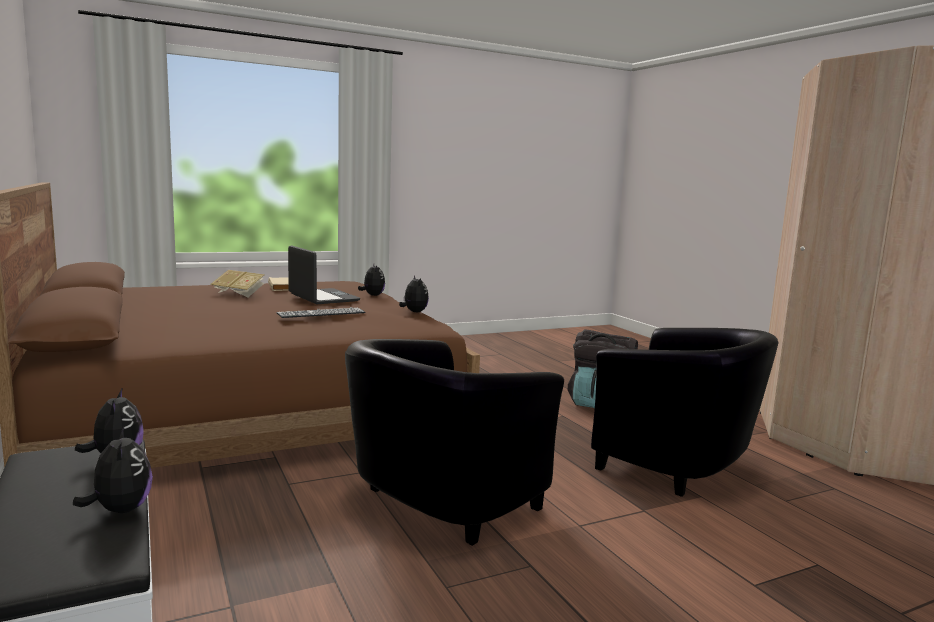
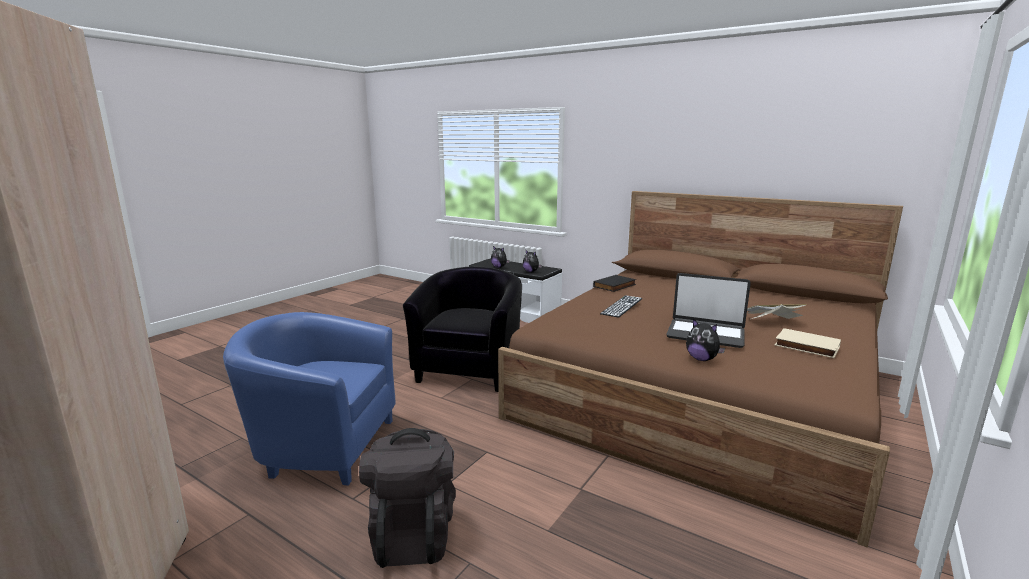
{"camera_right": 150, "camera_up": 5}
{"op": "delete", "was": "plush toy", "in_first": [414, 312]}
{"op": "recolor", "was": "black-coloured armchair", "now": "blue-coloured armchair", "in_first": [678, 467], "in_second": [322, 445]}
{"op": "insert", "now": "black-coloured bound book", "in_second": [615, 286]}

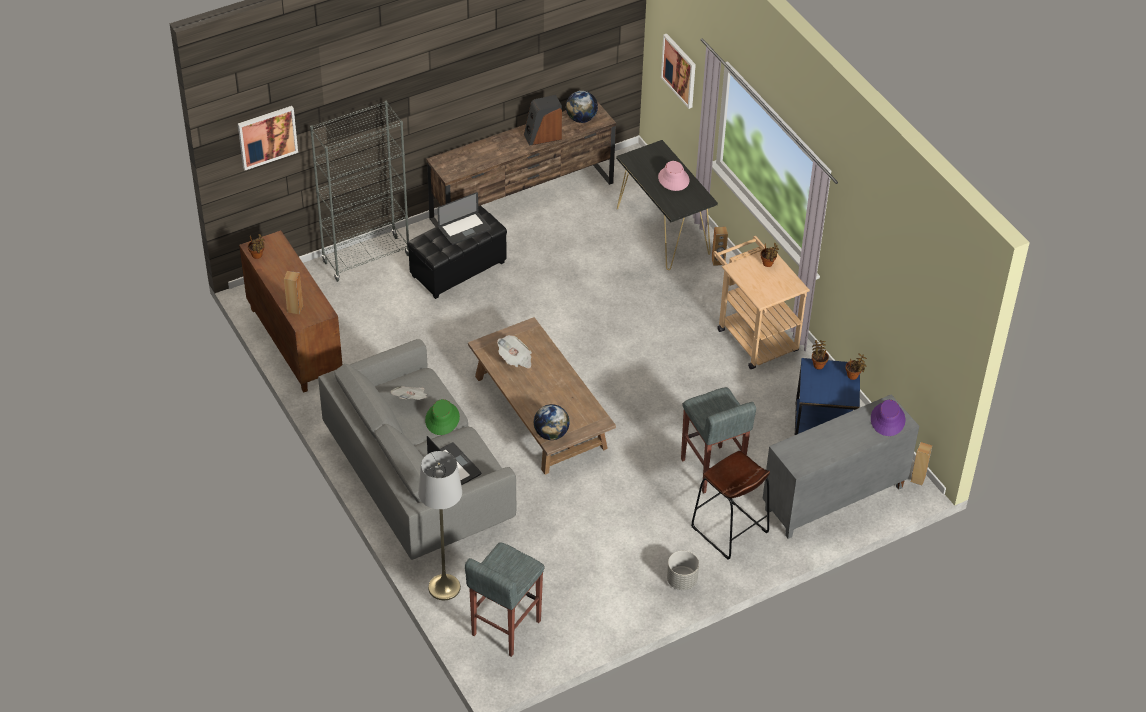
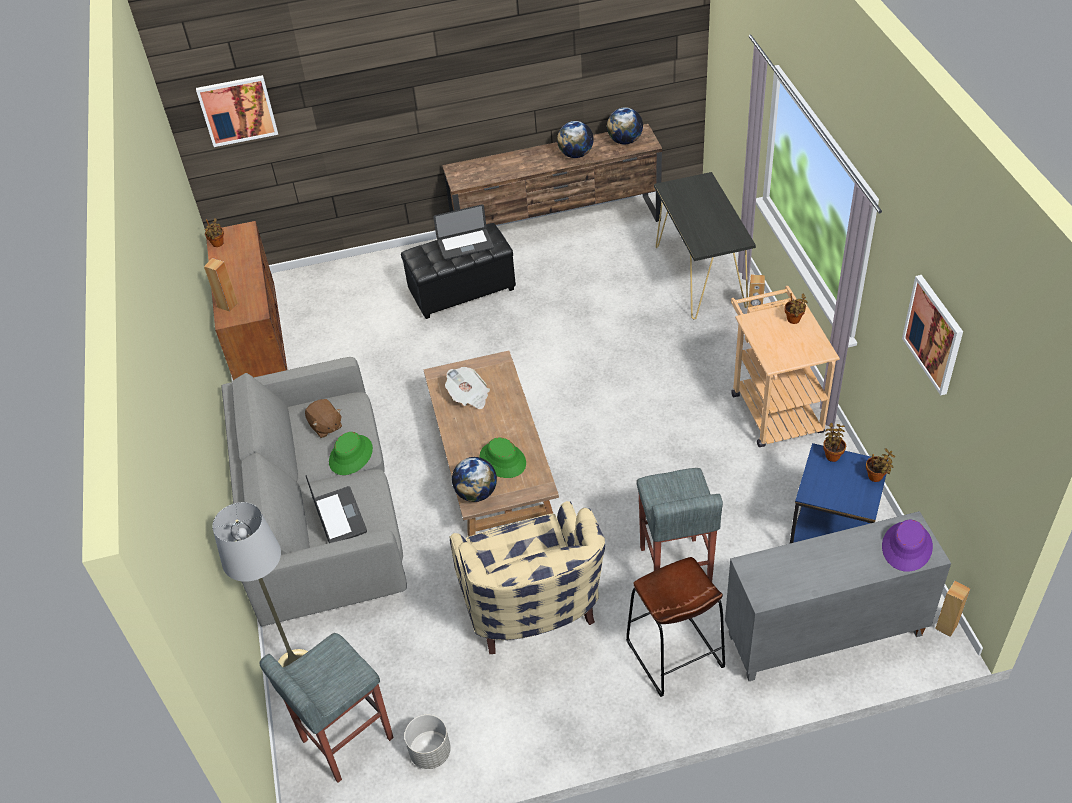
{"camera_right": 20, "camera_up": 0}
{"op": "delete", "was": "grey shelving unit", "in_first": [366, 259]}
{"op": "replace", "was": "newspaper", "now": "brownish plush toy", "in_first": [410, 399], "in_second": [325, 426]}
{"op": "replace", "was": "loudspeaker", "now": "desk globe", "in_first": [542, 136], "in_second": [576, 154]}
{"op": "delete", "was": "pink hat", "in_first": [673, 179]}
{"op": "move", "was": "wall art", "in_first": [679, 70], "in_second": [934, 334]}
{"op": "move", "was": "grey plant pot", "in_first": [681, 581], "in_second": [430, 753]}
{"op": "insert", "now": "sand-coloured armchair", "in_second": [533, 614]}
{"op": "insert", "now": "greenish hat", "in_second": [503, 460]}

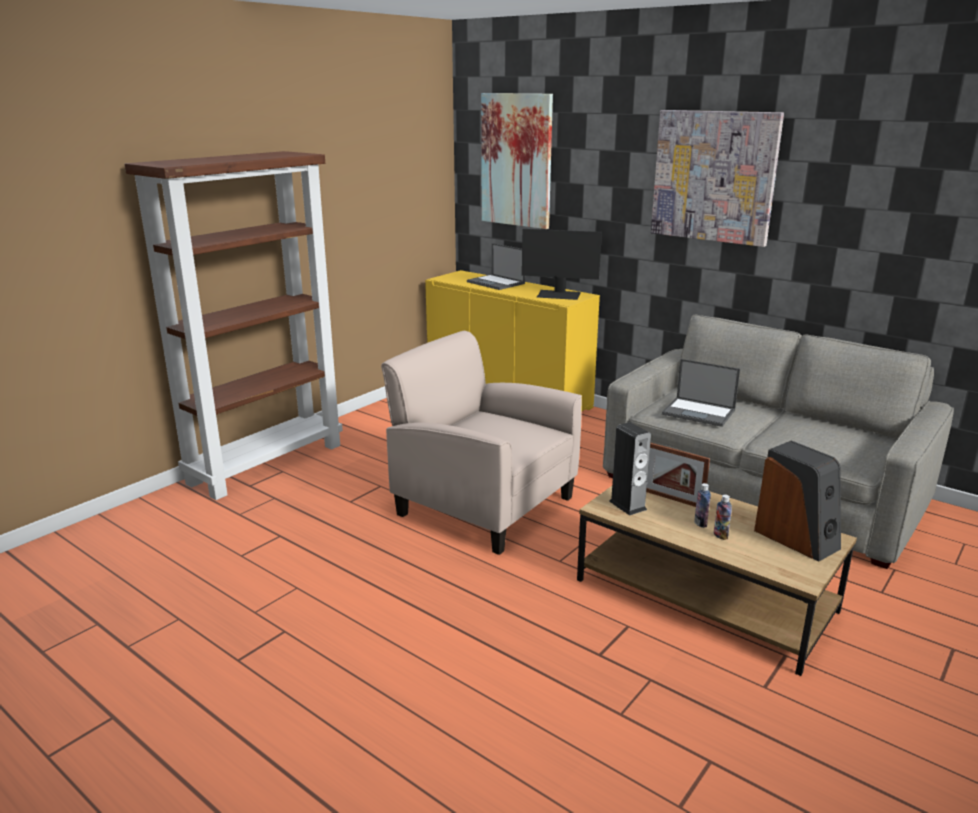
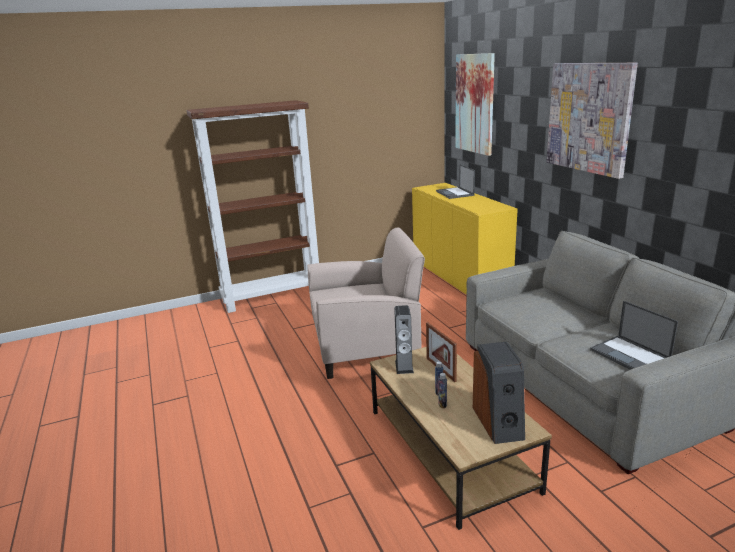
{"camera_right": 30, "camera_up": 0}
{"op": "rotate", "was": "sand-coloured armchair", "in_first": [483, 505], "in_second": [366, 348], "clockwise": 105}
{"op": "delete", "was": "monitor", "in_first": [559, 295]}
{"op": "move", "was": "portable computer", "in_first": [699, 412], "in_second": [630, 355]}

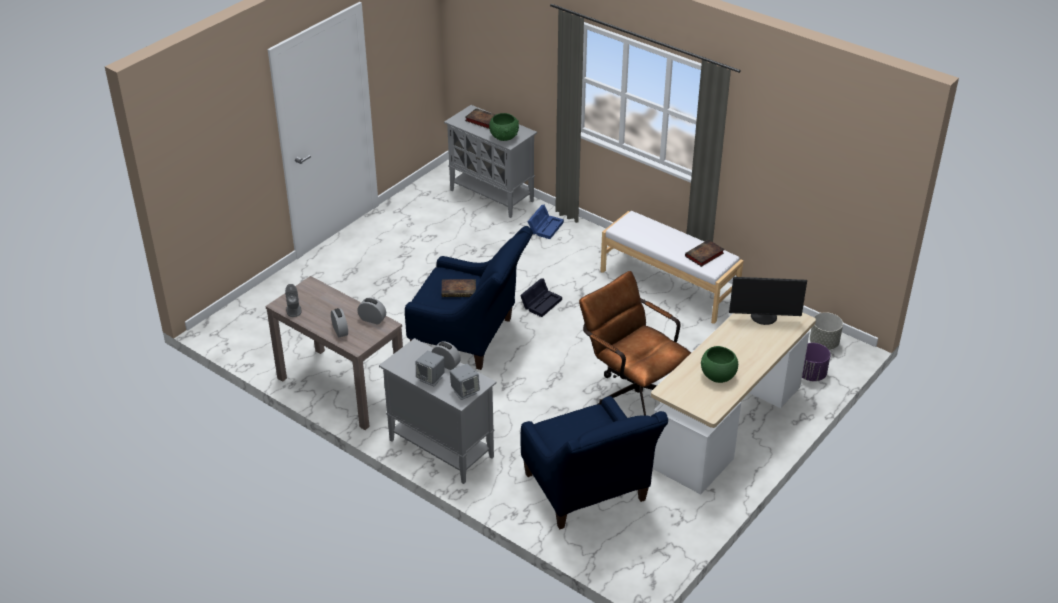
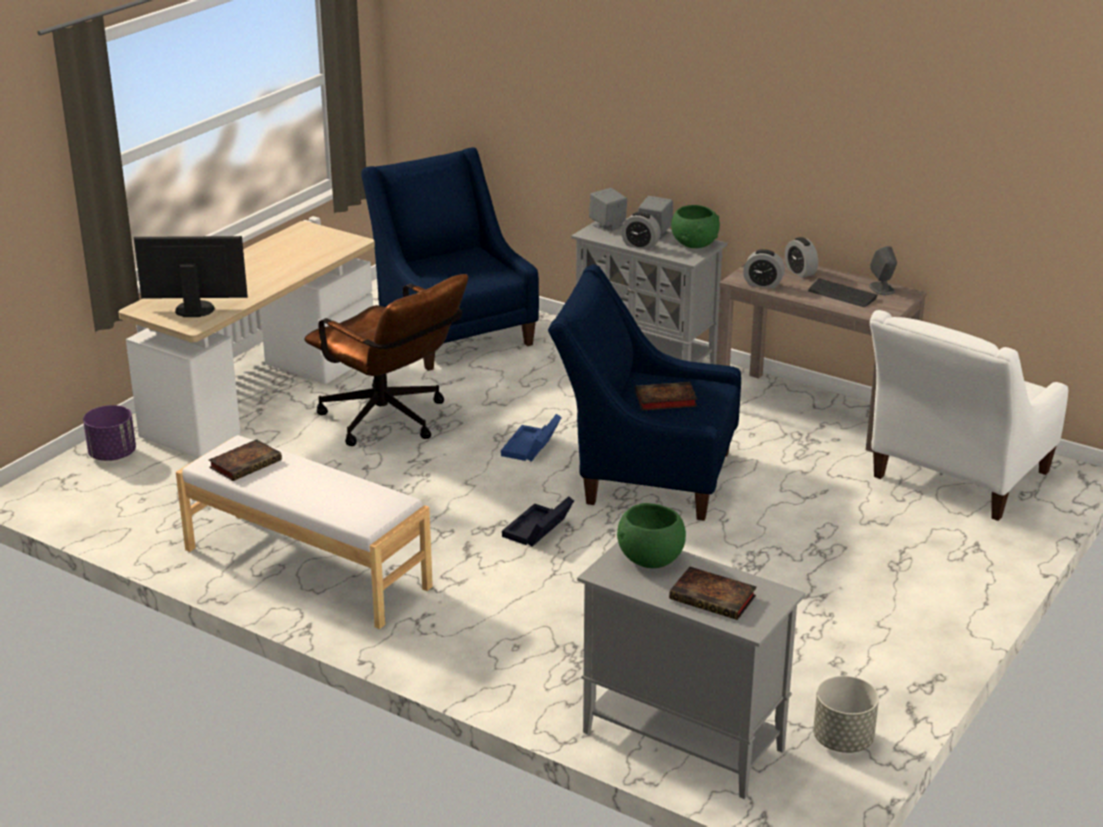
{"camera_right": 175, "camera_up": -10}
{"op": "move", "was": "blue-coloured storage bin", "in_first": [545, 227], "in_second": [531, 447]}
{"op": "move", "was": "greenish serving bowl", "in_first": [717, 375], "in_second": [695, 244]}
{"op": "move", "was": "grey plant pot", "in_first": [824, 343], "in_second": [842, 740]}
{"op": "insert", "now": "PC keyboard", "in_second": [842, 294]}
{"op": "insert", "now": "white-coloured armchair", "in_second": [954, 480]}

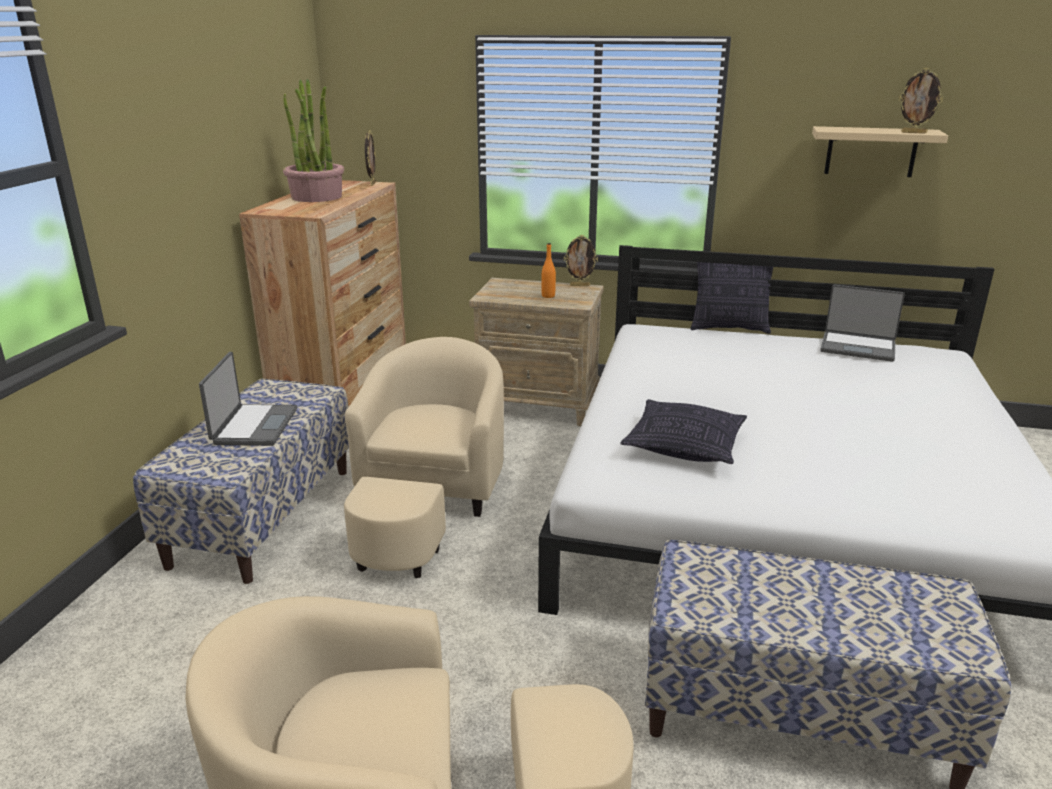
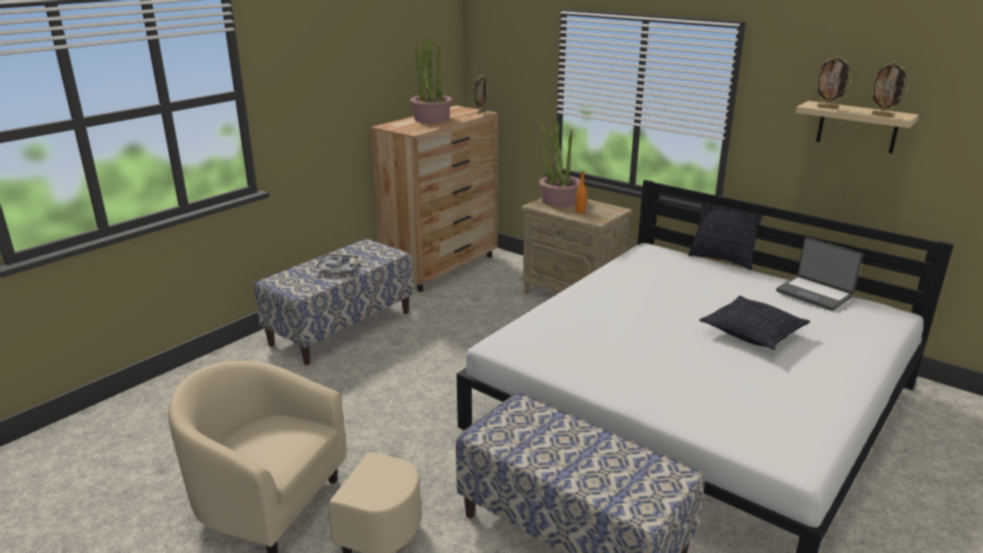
{"camera_right": 25, "camera_up": 0}
{"op": "replace", "was": "portable computer", "now": "tray", "in_first": [253, 426], "in_second": [337, 267]}
{"op": "delete", "was": "sand-coloured armchair", "in_first": [428, 502]}
{"op": "move", "was": "picture frame", "in_first": [580, 285], "in_second": [827, 108]}
{"op": "move", "was": "pillow", "in_first": [684, 447], "in_second": [753, 334]}
{"op": "insert", "now": "plant in a pot", "in_second": [559, 201]}

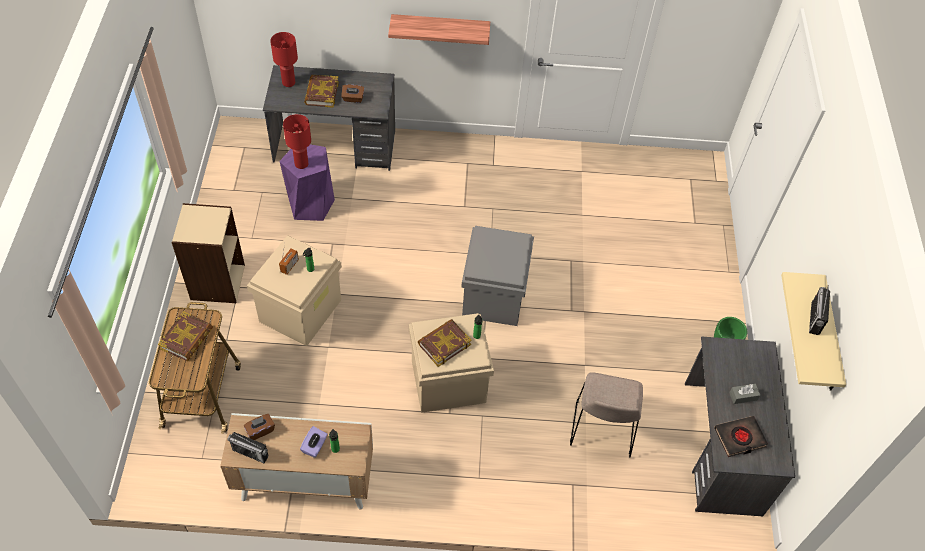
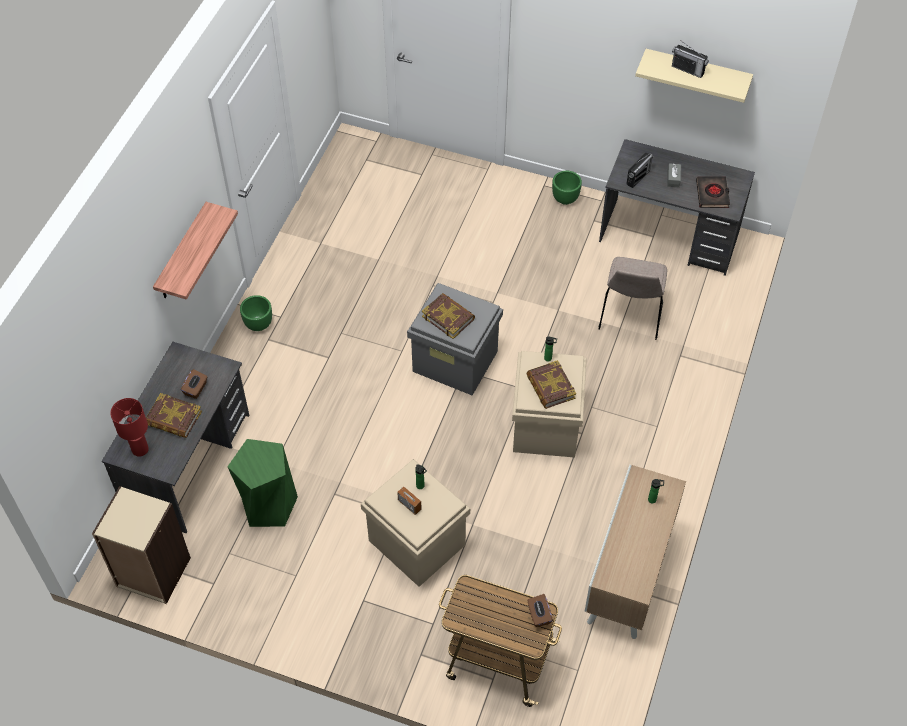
{"camera_right": -70, "camera_up": 0}
{"op": "move", "was": "bound book", "in_first": [187, 339], "in_second": [448, 317]}
{"op": "move", "was": "sand-coloured shelving unit", "in_first": [217, 282], "in_second": [153, 573]}
{"op": "move", "was": "radio set", "in_first": [250, 453], "in_second": [638, 177]}
{"op": "move", "was": "brownish tissue box", "in_first": [260, 430], "in_second": [539, 615]}
{"op": "recolor", "was": "purplish sitting stool", "now": "greenish sitting stool", "in_first": [310, 204], "in_second": [268, 505]}
{"op": "delete", "was": "reddish table lamp", "in_first": [301, 164]}
{"op": "delete", "was": "purplish tissue box", "in_first": [314, 446]}
{"op": "rotate", "was": "sand-coloured upright chair", "in_first": [602, 430], "in_second": [630, 317], "clockwise": 75}
{"op": "insert", "now": "greenish plant pot", "in_second": [258, 324]}

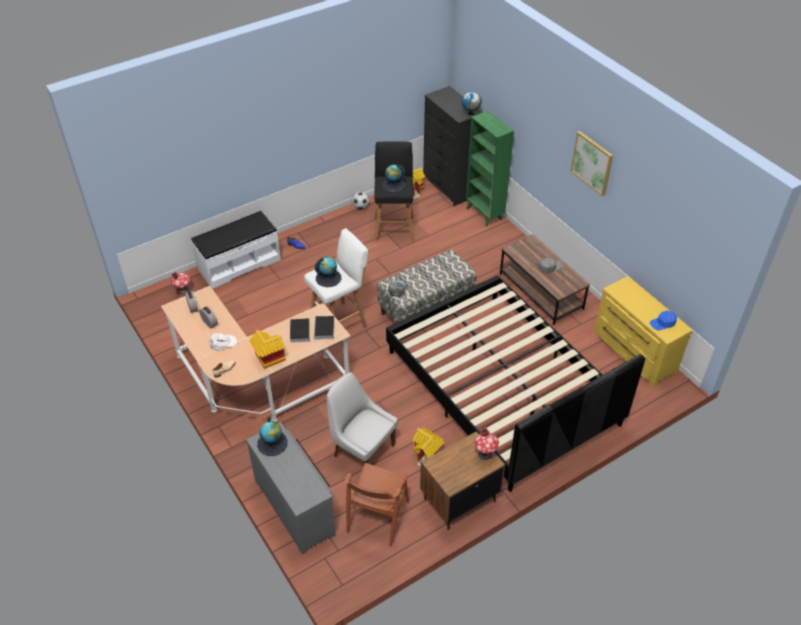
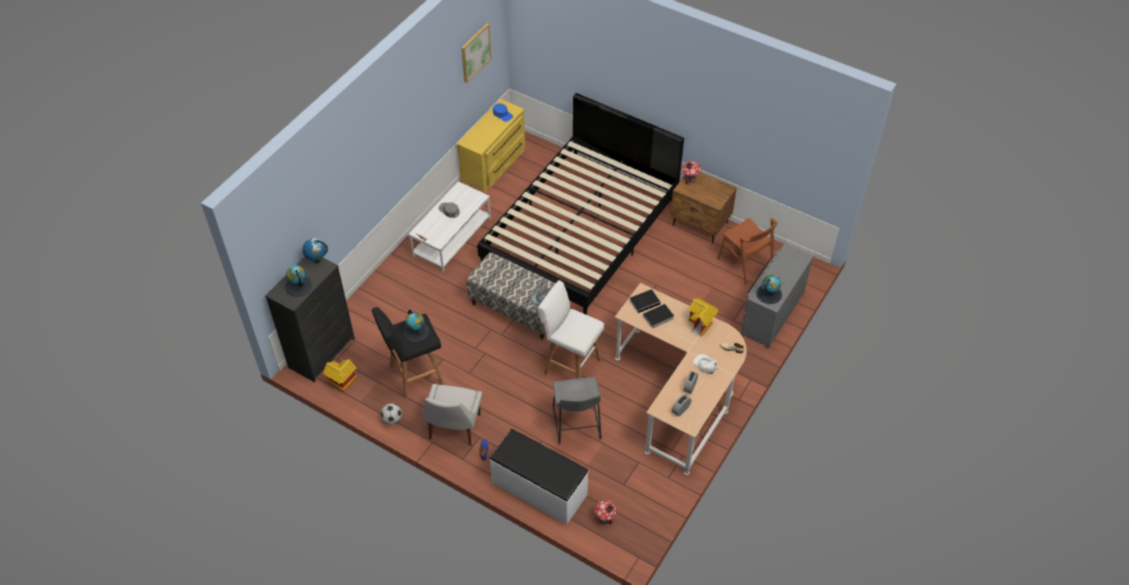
{"camera_right": -115, "camera_up": 5}
{"op": "move", "was": "desk globe", "in_first": [328, 278], "in_second": [298, 286]}
{"op": "move", "was": "white-coloured upright chair", "in_first": [362, 449], "in_second": [454, 428]}
{"op": "rotate", "was": "brownish upright chair", "in_first": [377, 517], "in_second": [745, 263], "clockwise": 60}
{"op": "delete", "was": "miniature house", "in_first": [427, 456]}
{"op": "delete", "was": "greenish shelving unit", "in_first": [484, 214]}
{"op": "recolor", "was": "brownish coffee table", "now": "white-coloured coffee table", "in_first": [540, 291], "in_second": [452, 237]}
{"op": "move", "was": "wall art", "in_first": [592, 163], "in_second": [475, 52]}
{"op": "insert", "now": "grey sitting stool", "in_second": [576, 426]}

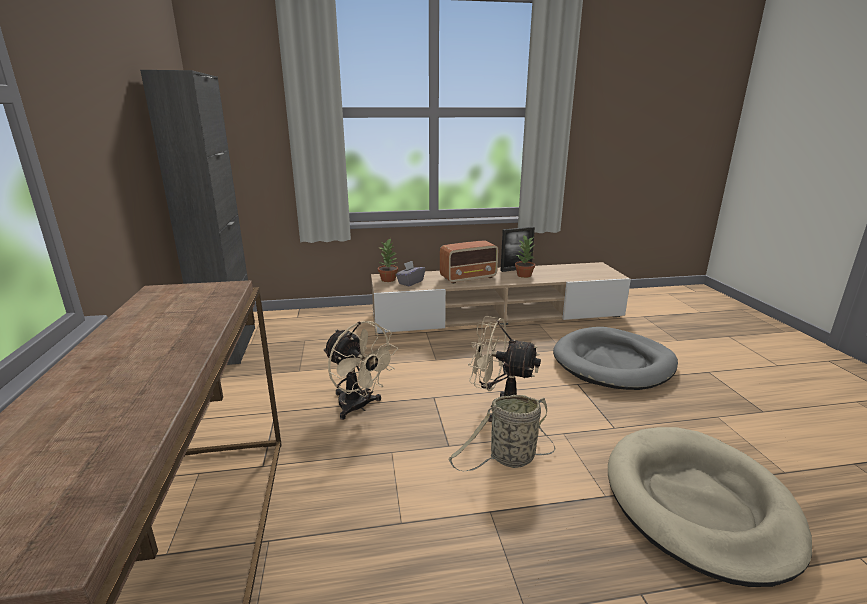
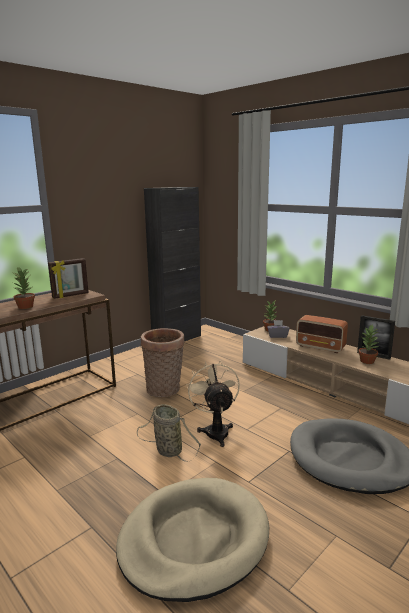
{"camera_right": 55, "camera_up": -5}
{"op": "replace", "was": "sand-coloured cooling fan", "now": "household basket", "in_first": [359, 407], "in_second": [165, 390]}
{"op": "insert", "now": "plant in a pot", "in_second": [26, 306]}
{"op": "insert", "now": "picture frame", "in_second": [70, 295]}

